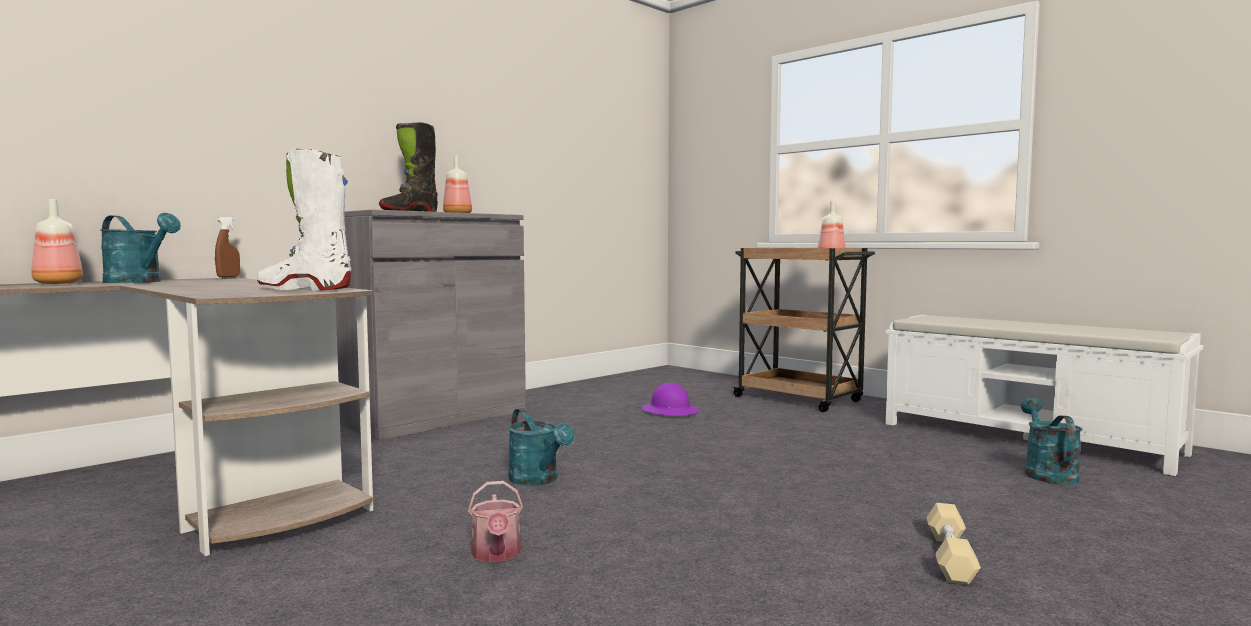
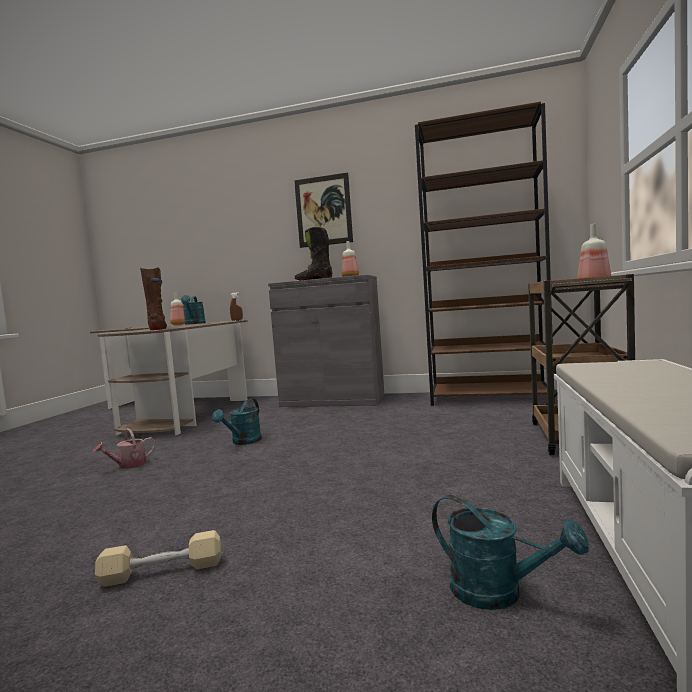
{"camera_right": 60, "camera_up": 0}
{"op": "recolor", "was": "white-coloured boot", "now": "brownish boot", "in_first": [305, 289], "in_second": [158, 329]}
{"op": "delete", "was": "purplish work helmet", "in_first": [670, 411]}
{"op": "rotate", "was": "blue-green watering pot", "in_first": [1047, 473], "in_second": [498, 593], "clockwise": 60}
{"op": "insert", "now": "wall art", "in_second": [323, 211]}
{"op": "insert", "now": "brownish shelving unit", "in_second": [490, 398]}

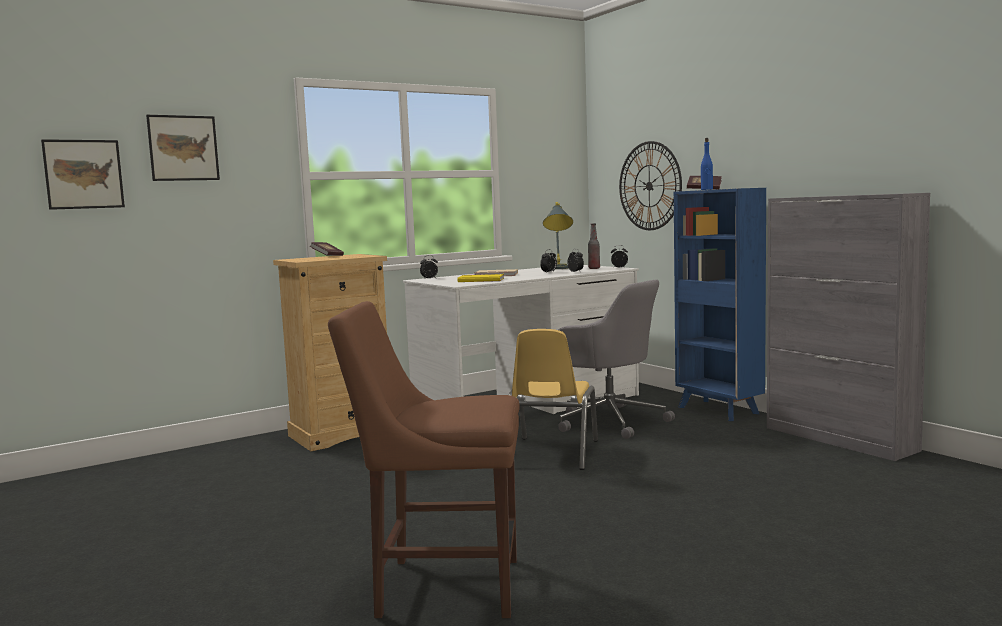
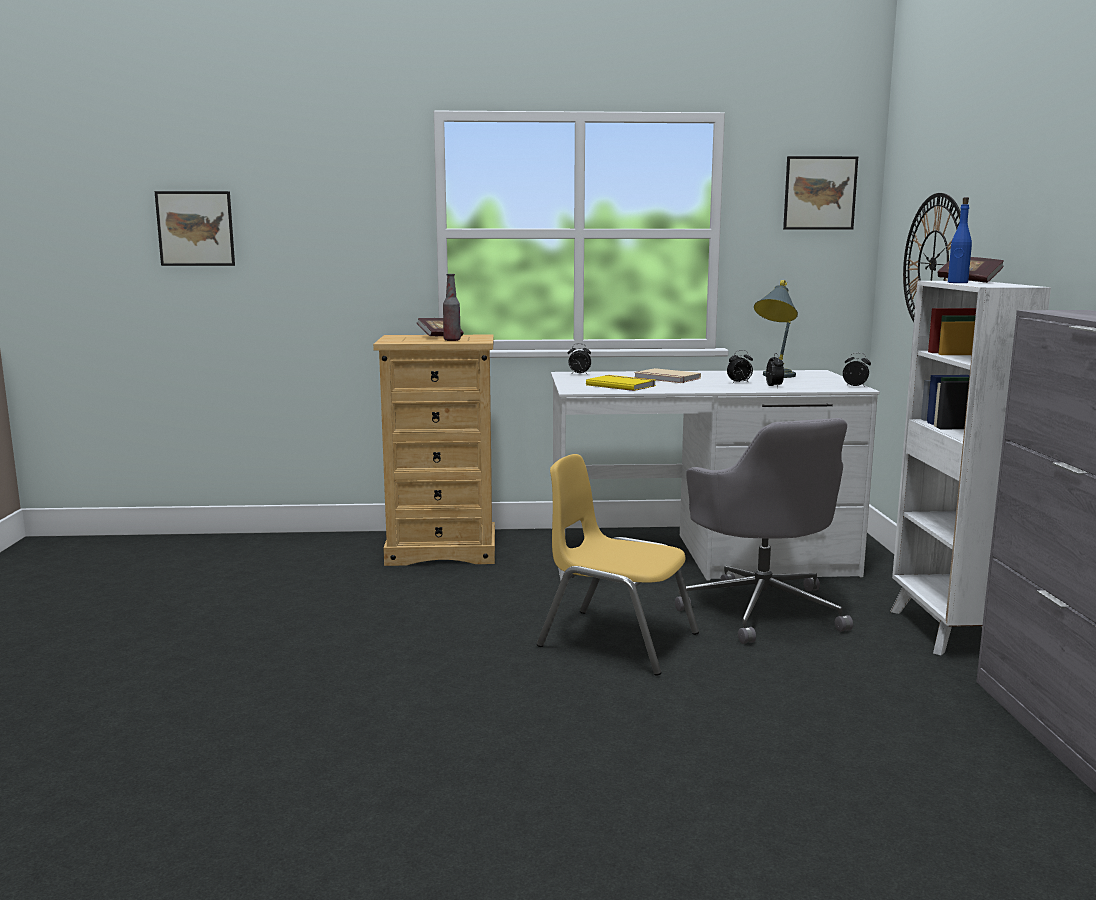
{"camera_right": 30, "camera_up": 5}
{"op": "move", "was": "wall art", "in_first": [183, 148], "in_second": [819, 193]}
{"op": "delete", "was": "brownish upright chair", "in_first": [441, 586]}
{"op": "rotate", "was": "yellow upright chair", "in_first": [552, 454], "in_second": [617, 640], "clockwise": 75}
{"op": "move", "was": "drink bottle", "in_first": [594, 268], "in_second": [452, 340]}
{"op": "recolor", "was": "blue-coloured shelving unit", "now": "white-coloured shelving unit", "in_first": [719, 411], "in_second": [944, 632]}

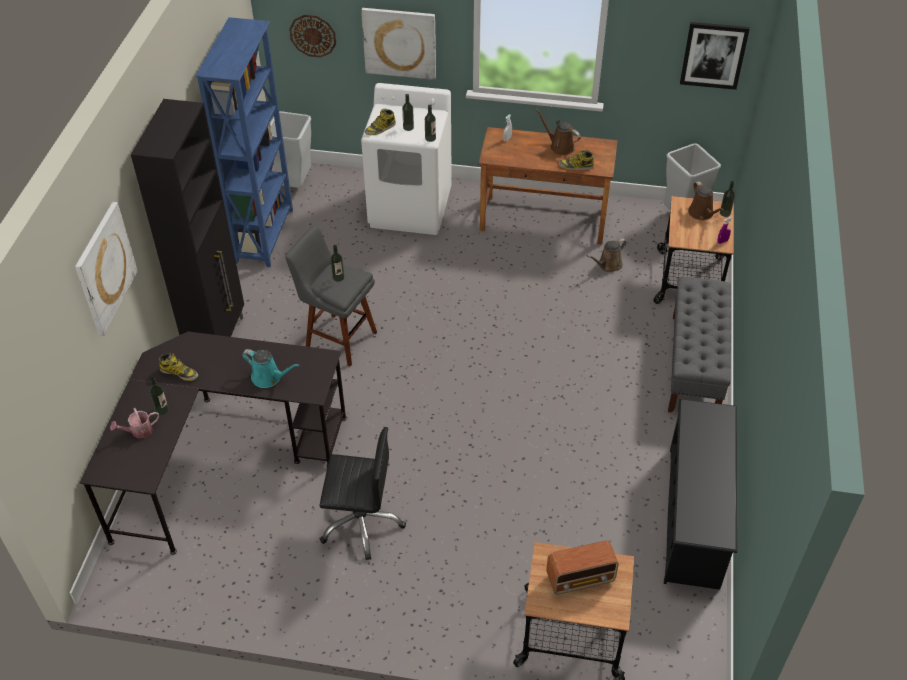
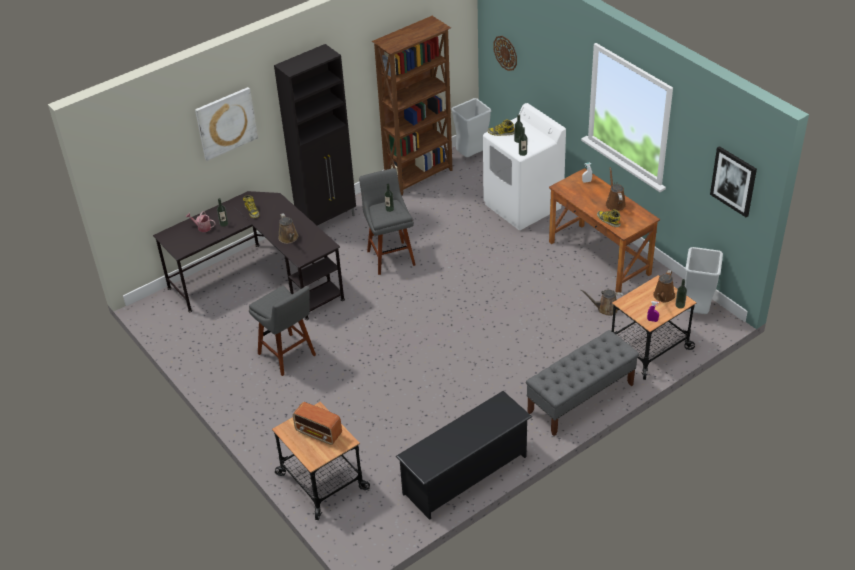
{"camera_right": 45, "camera_up": -5}
{"op": "recolor", "was": "blue-coloured shelving unit", "now": "brownish shelving unit", "in_first": [265, 235], "in_second": [420, 177]}
{"op": "recolor", "was": "blue-green watering pot", "now": "brownish watering pot", "in_first": [269, 377], "in_second": [289, 238]}
{"op": "replace", "was": "black-coloured office chair", "now": "grey sitting stool", "in_first": [361, 522], "in_second": [288, 356]}
{"op": "delete", "was": "wall art", "in_first": [399, 42]}

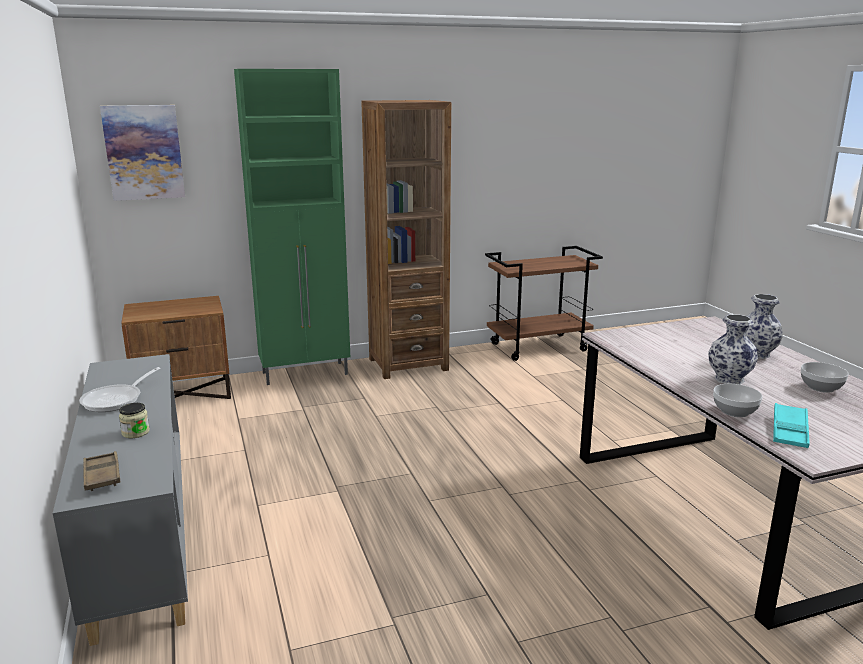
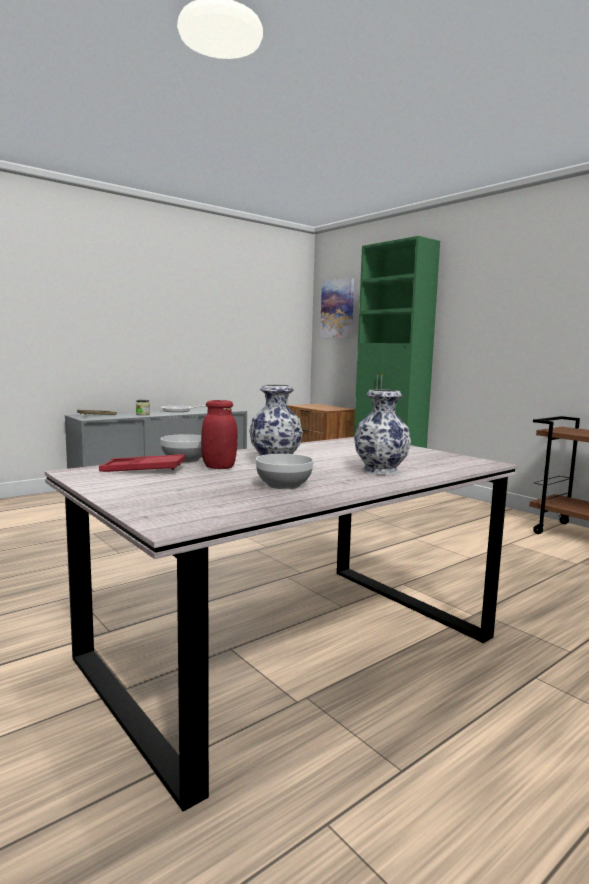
{"camera_right": 70, "camera_up": -10}
{"op": "delete", "was": "brownish shelving unit", "in_first": [408, 364]}
{"op": "recolor", "was": "blue-green tray", "now": "reddish tray", "in_first": [789, 430], "in_second": [143, 470]}
{"op": "insert", "now": "reddish storage jar", "in_second": [219, 467]}

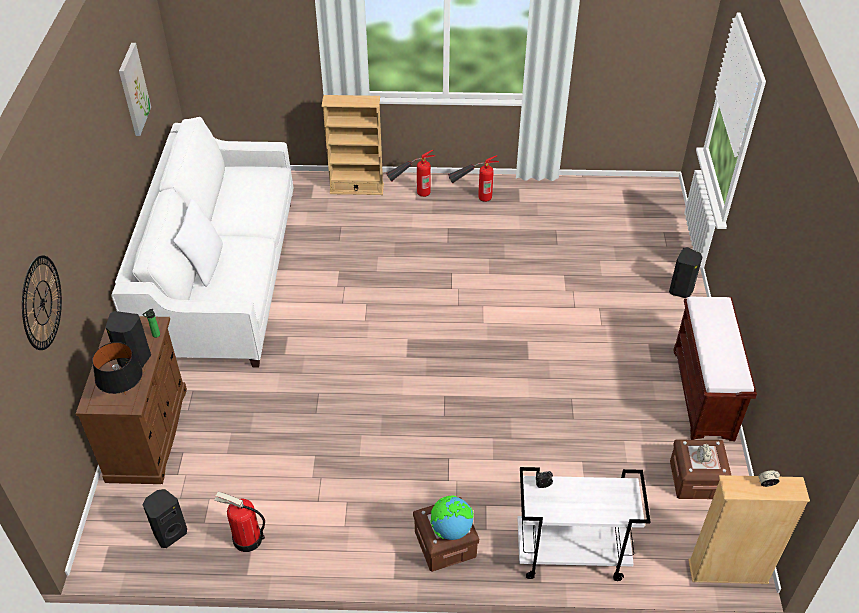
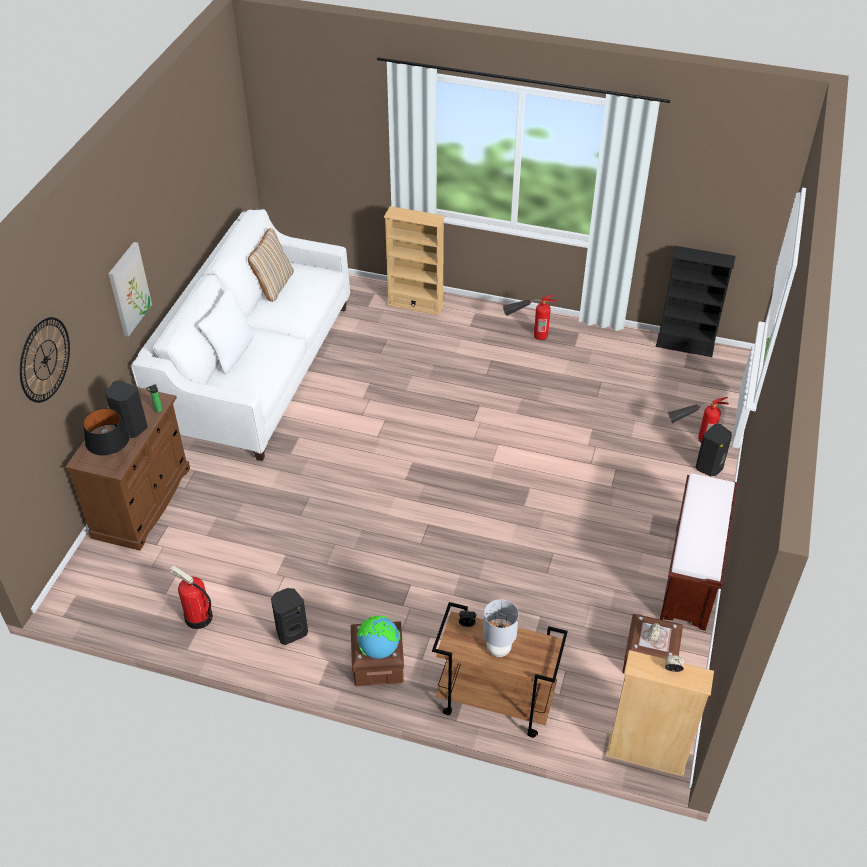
{"camera_right": 15, "camera_up": 0}
{"op": "move", "was": "wall art", "in_first": [133, 89], "in_second": [128, 289]}
{"op": "move", "was": "black-coloured loudspeaker", "in_first": [169, 533], "in_second": [291, 632]}
{"op": "move", "was": "fire-fighting cylinder", "in_first": [411, 195], "in_second": [691, 439]}
{"op": "recolor", "was": "white-coloured trolley", "now": "brownish trolley", "in_first": [570, 555], "in_second": [494, 702]}
{"op": "insert", "now": "sand-coloured pillow", "in_second": [273, 285]}
{"op": "insert", "now": "grey table lamp", "in_second": [498, 649]}
{"op": "insert", "now": "black-coloured shelving unit", "in_second": [685, 346]}

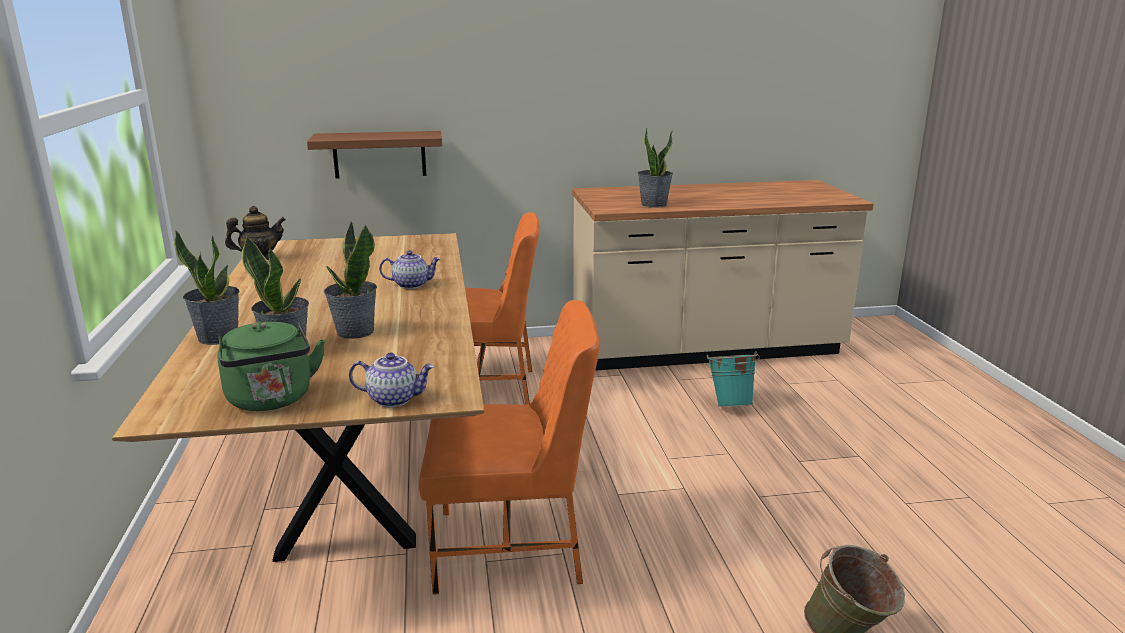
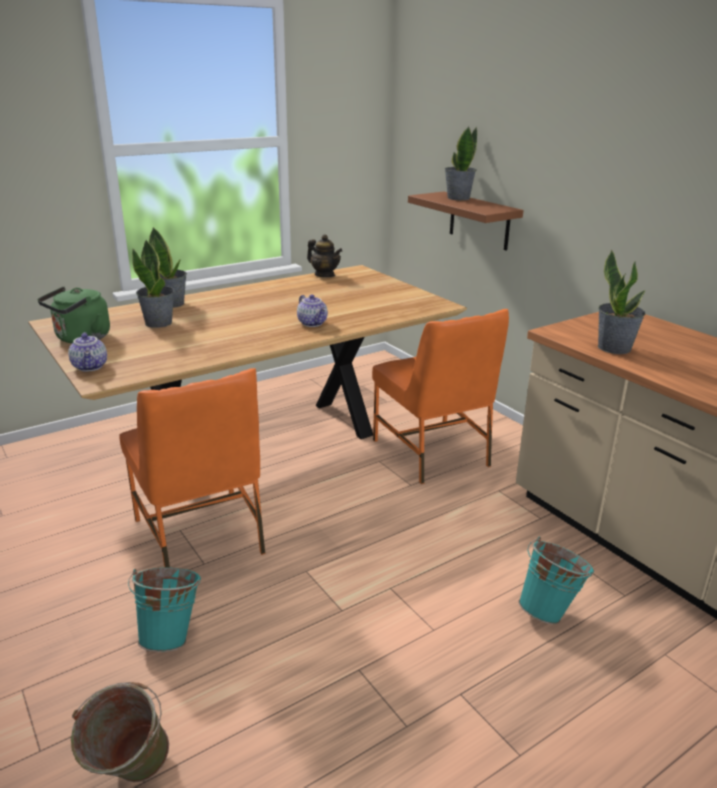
{"camera_right": 65, "camera_up": 5}
{"op": "move", "was": "plant in a pot", "in_first": [354, 332], "in_second": [458, 198]}
{"op": "insert", "now": "blue-green bucket", "in_second": [171, 635]}

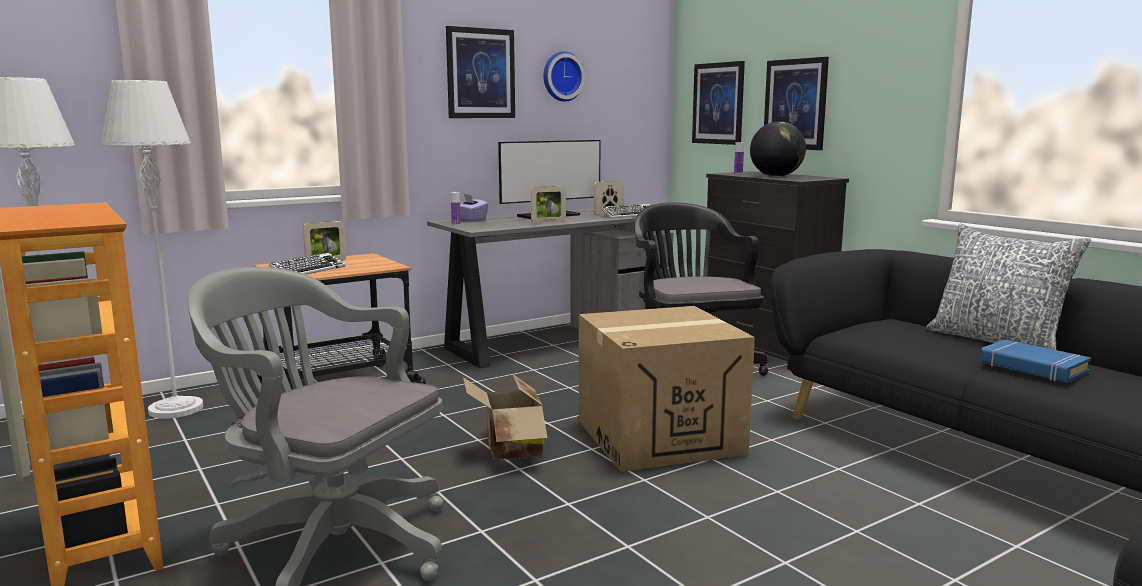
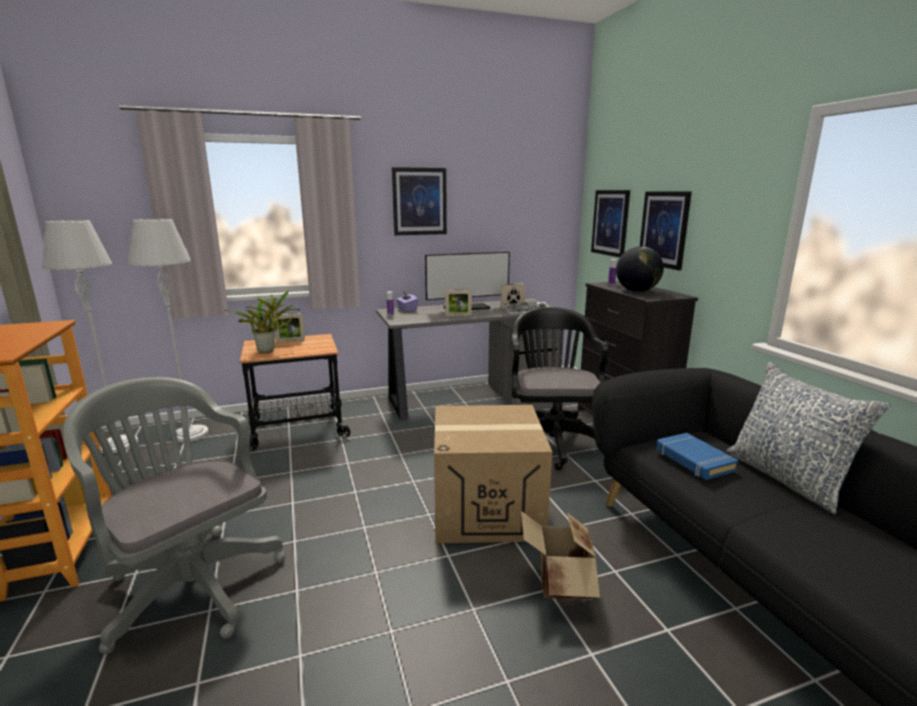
{"camera_right": 15, "camera_up": 5}
{"op": "replace", "was": "PC keyboard", "now": "plant in a pot", "in_first": [308, 271], "in_second": [269, 350]}
{"op": "move", "was": "carton", "in_first": [509, 451], "in_second": [559, 584]}
{"op": "delete", "was": "clock on the wall", "in_first": [561, 76]}
{"op": "move", "was": "blue-coloured bound book", "in_first": [1032, 368], "in_second": [694, 460]}

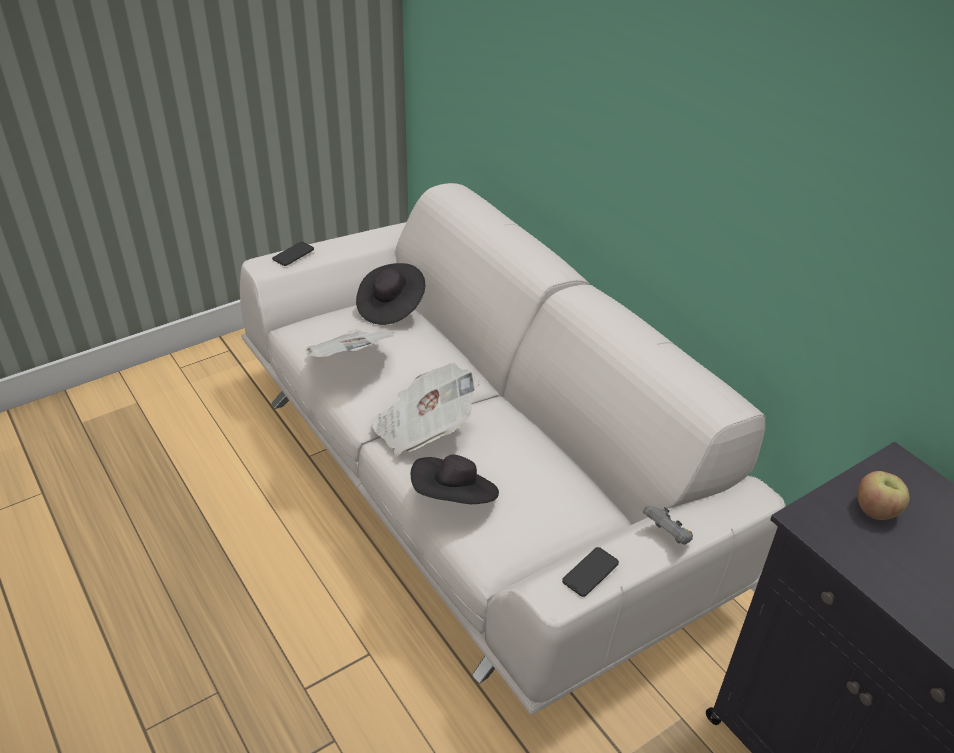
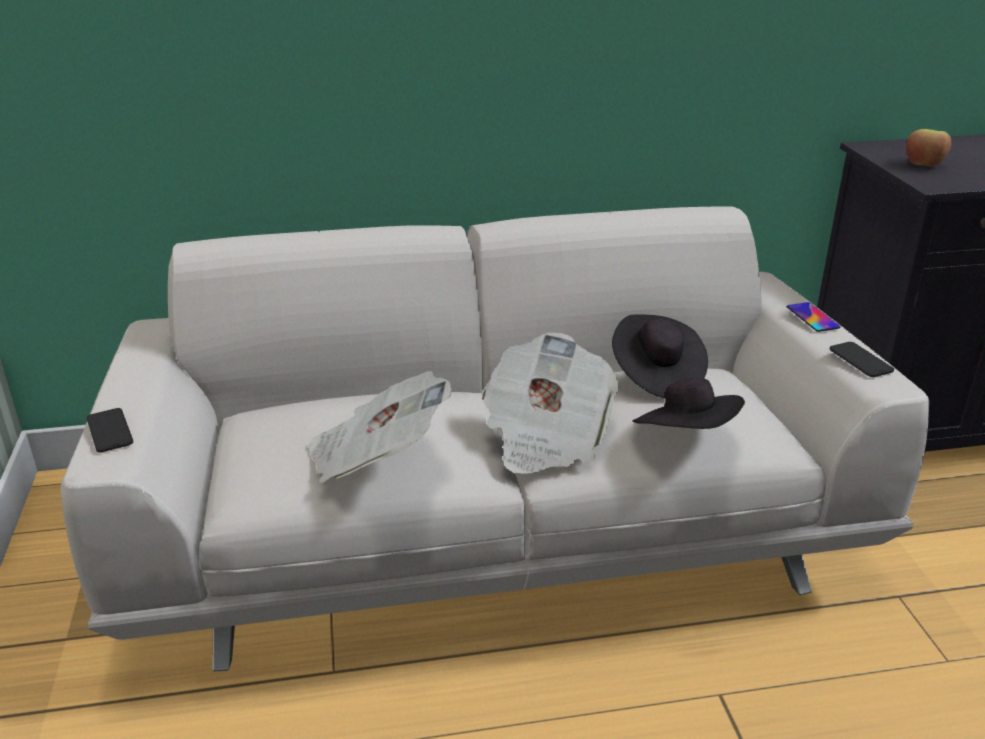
{"camera_right": -65, "camera_up": -10}
{"op": "move", "was": "black-coloured hat", "in_first": [391, 307], "in_second": [656, 376]}
{"op": "replace", "was": "grey game controller", "now": "handset", "in_first": [667, 535], "in_second": [812, 317]}

